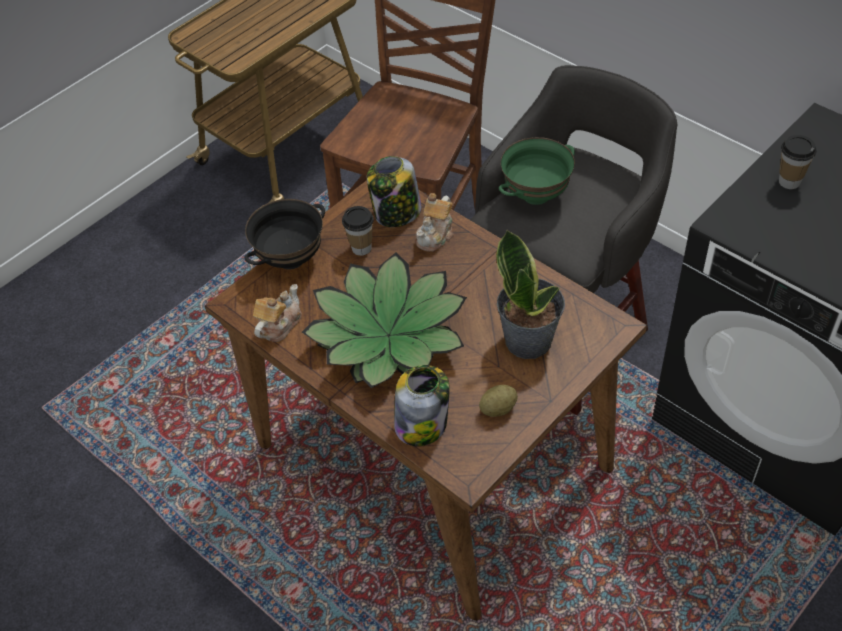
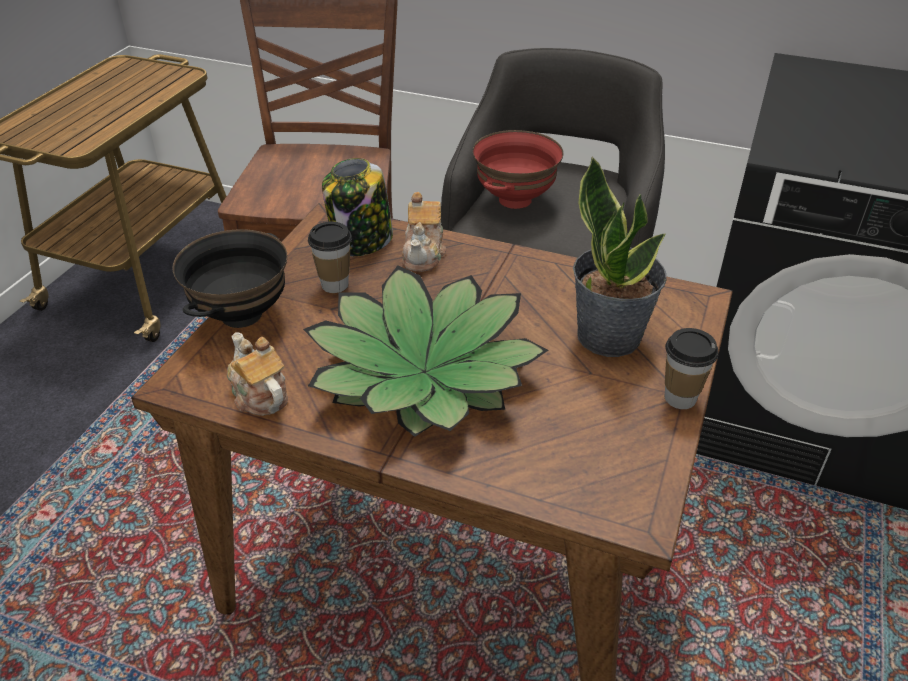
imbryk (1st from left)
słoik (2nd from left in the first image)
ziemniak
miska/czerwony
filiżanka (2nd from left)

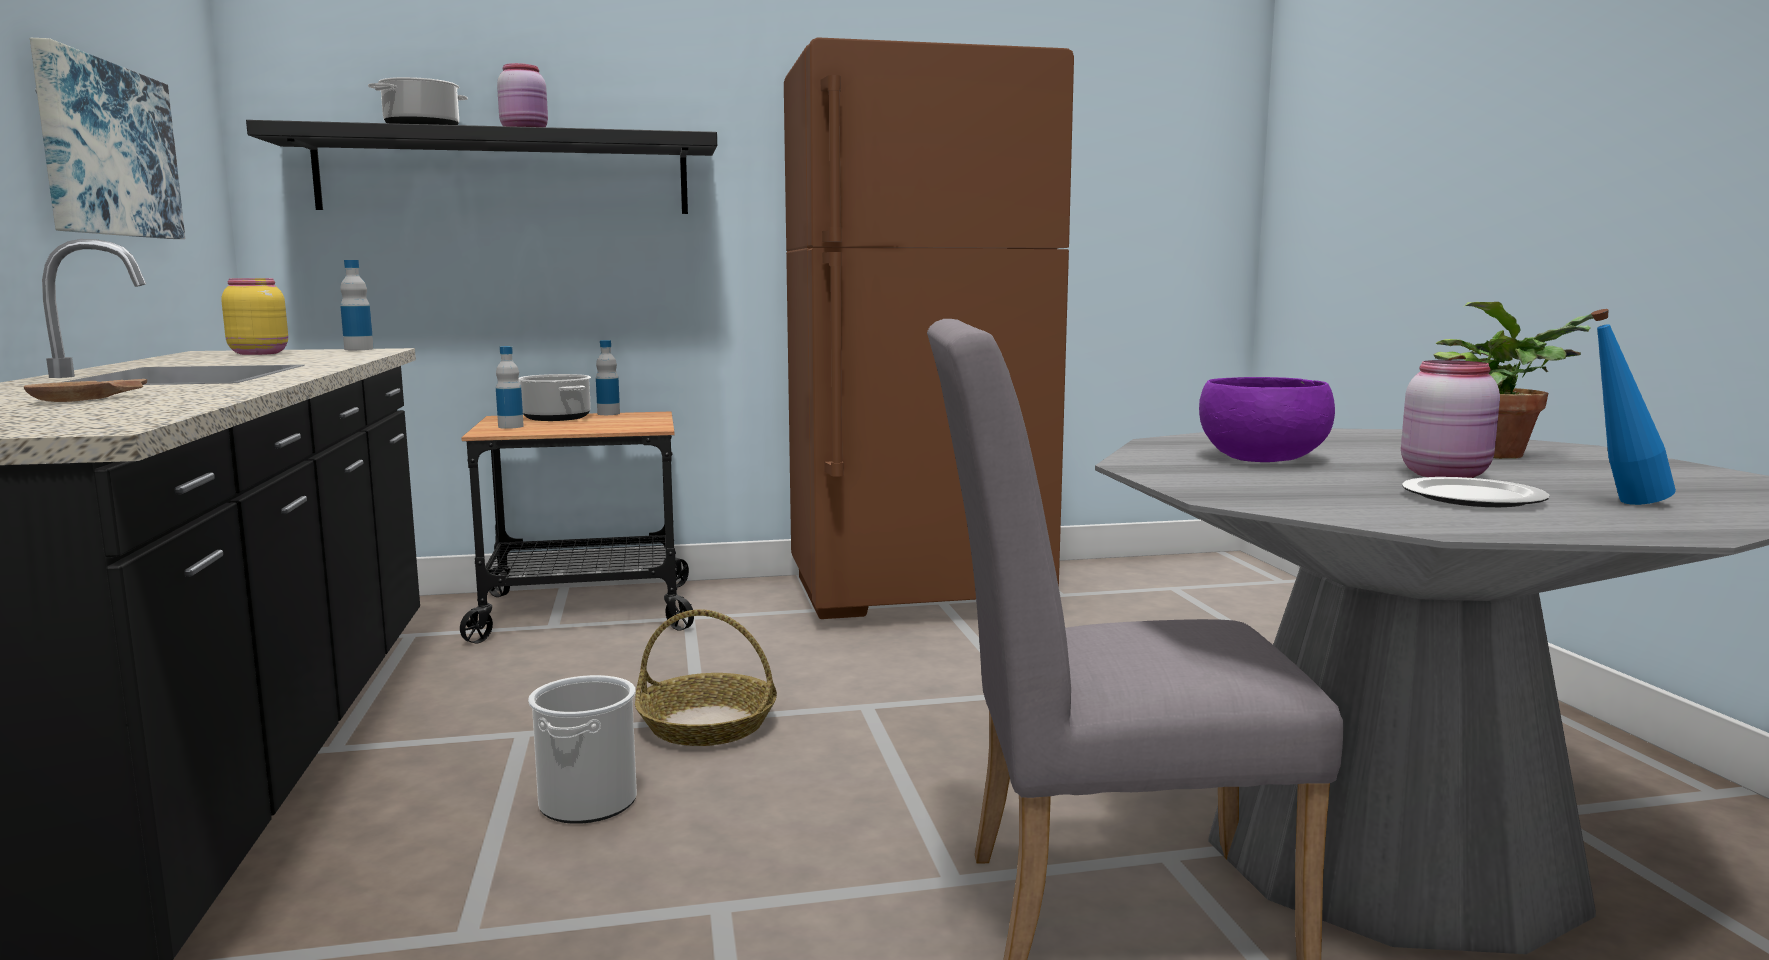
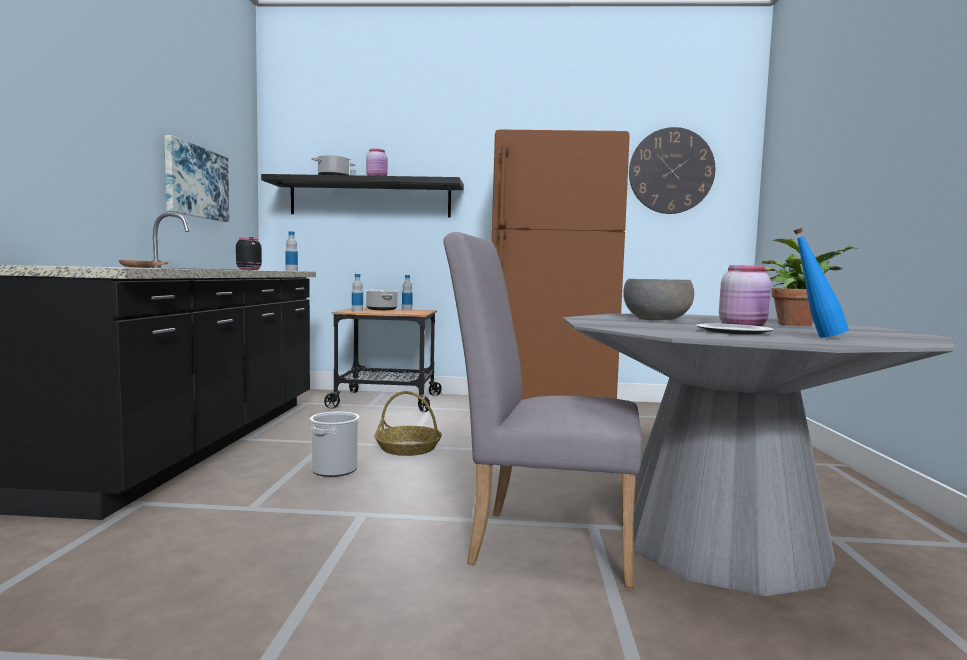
słoik/czarny
miska/szary
zegar ścienny

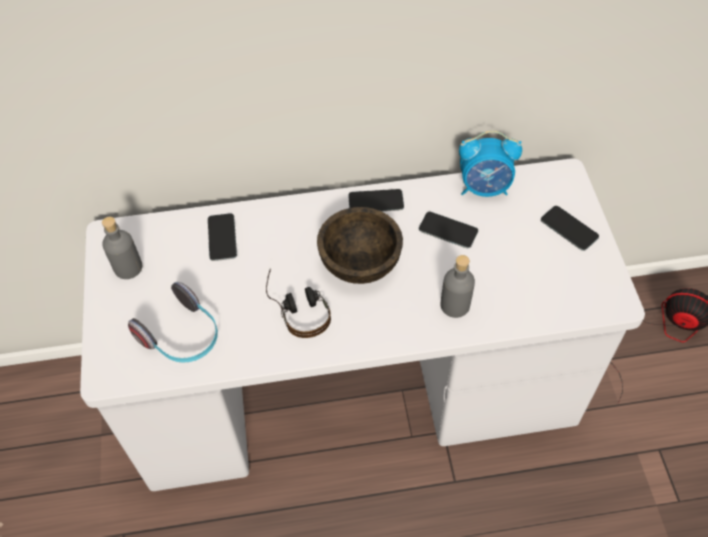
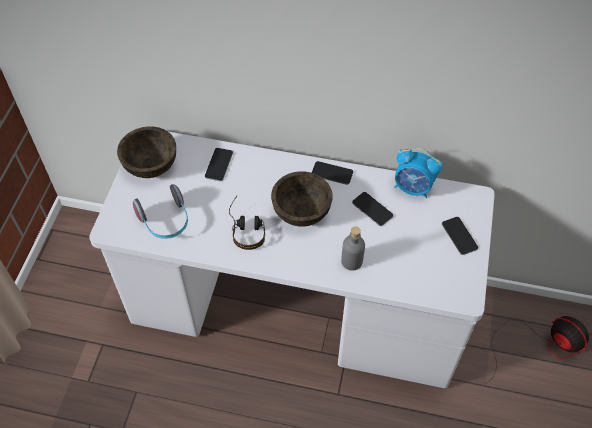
miska/brązowy (1st from left)

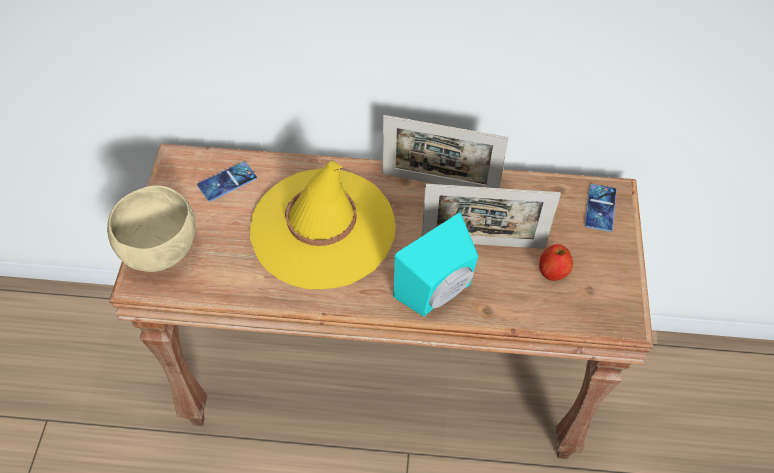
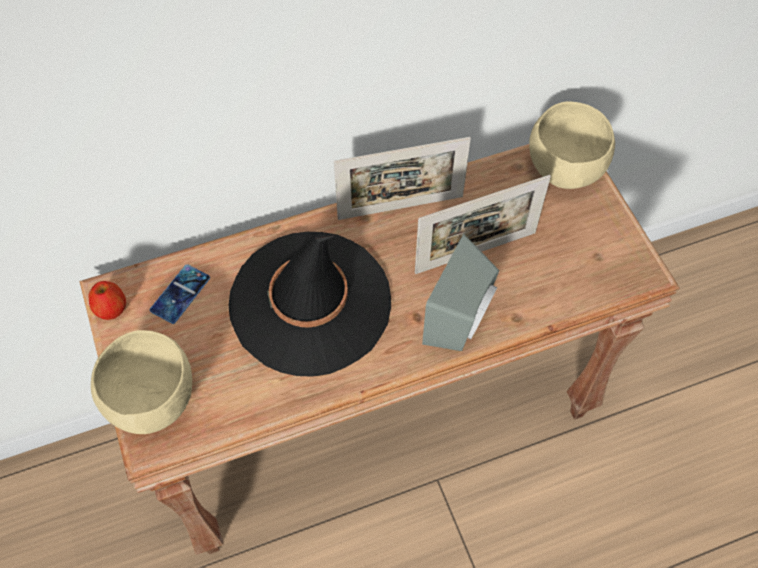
kapelusz/czarny
głośnik/szary
jabłko
miska/beżowy (2nd from left)

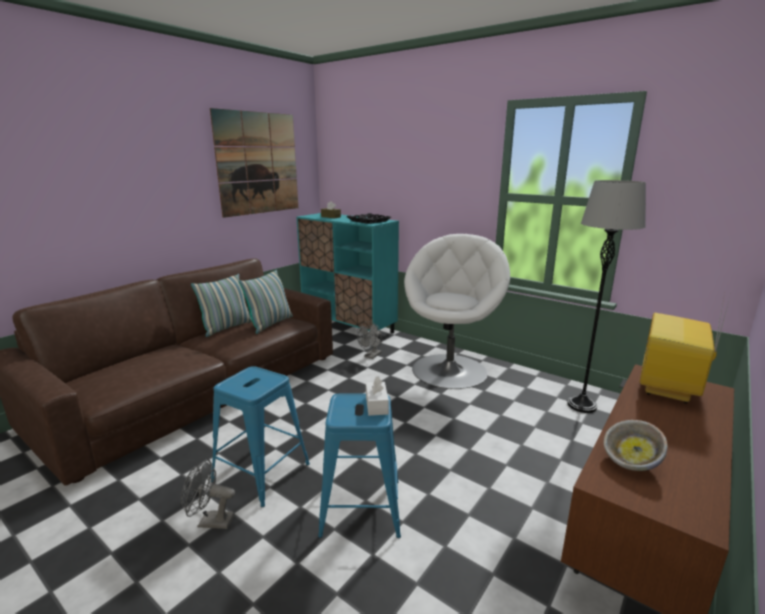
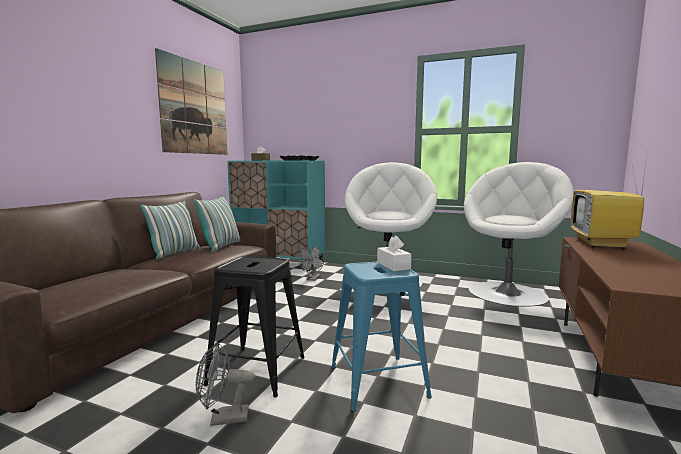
stołek/czarny
fotel/biały (2nd from left)
miska

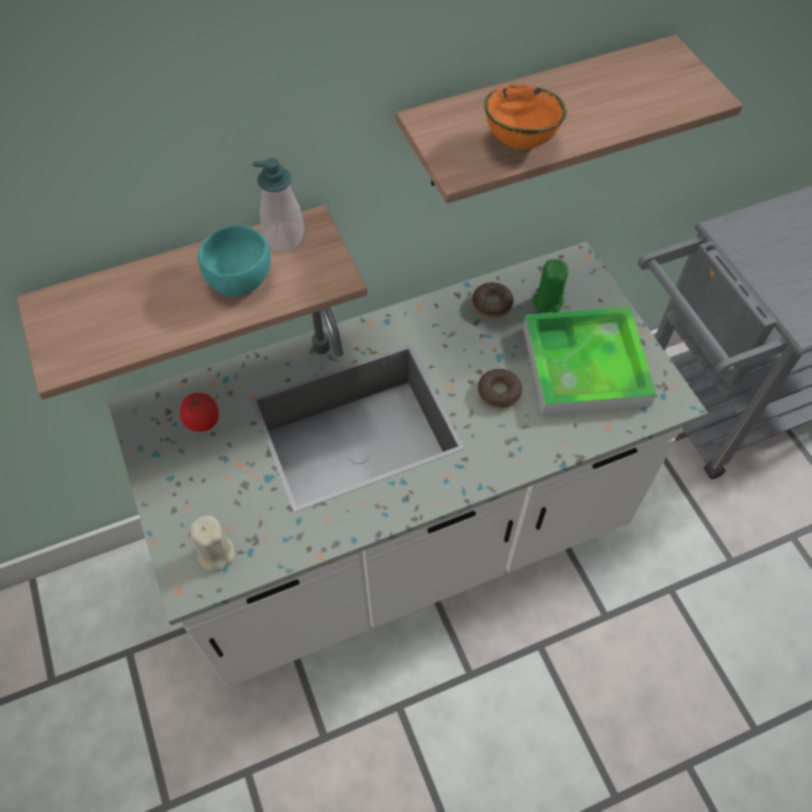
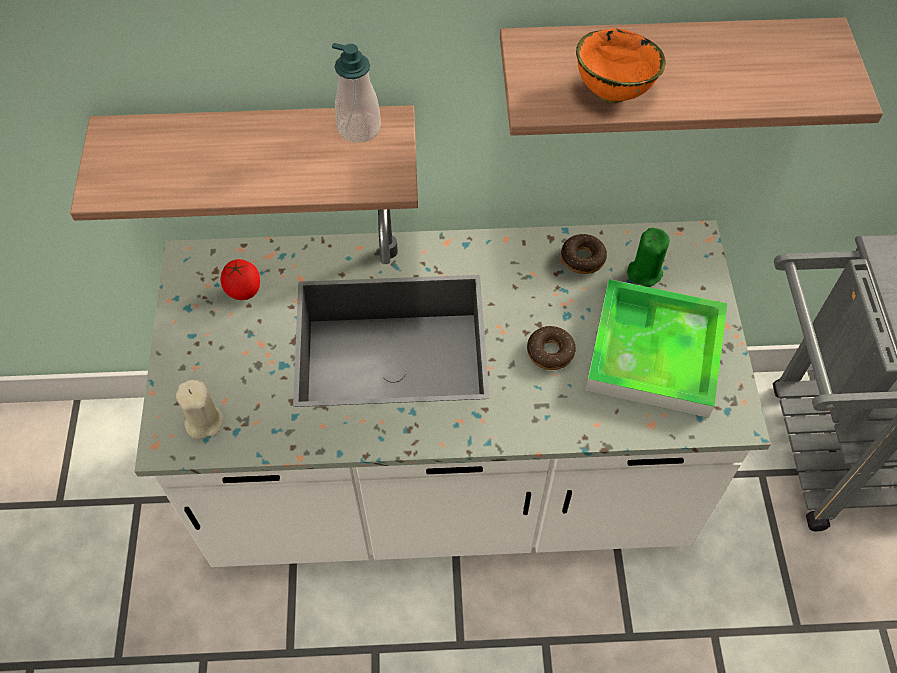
miska/turkusowy

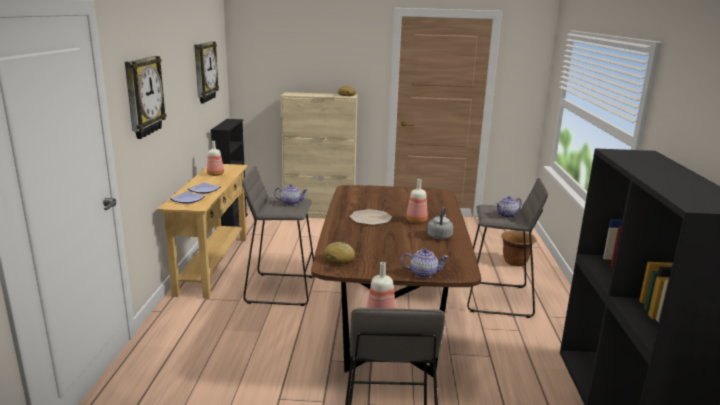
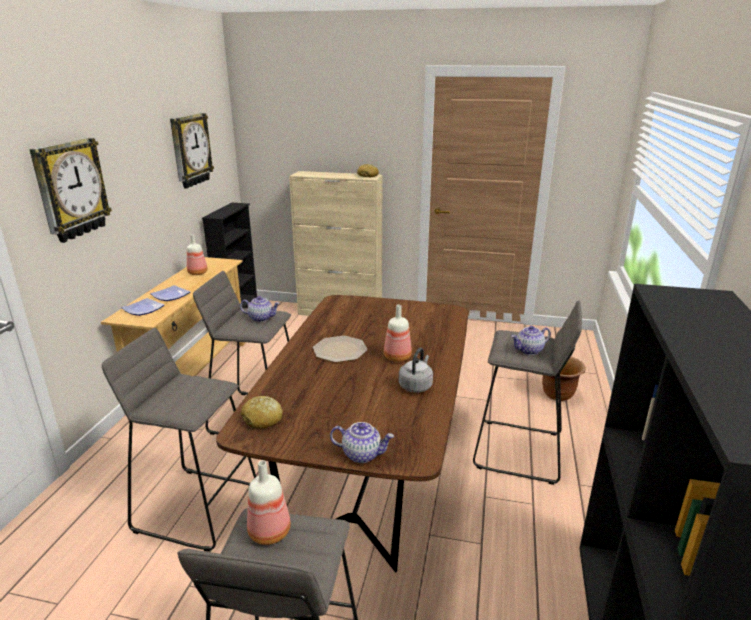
stołek/szary (1st from left)

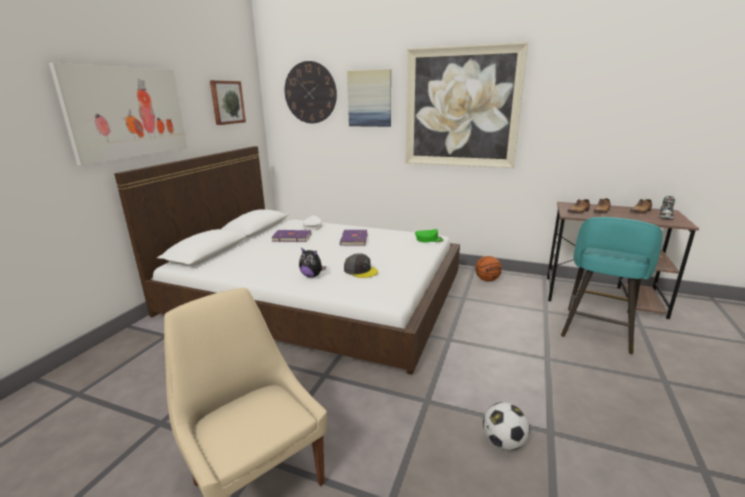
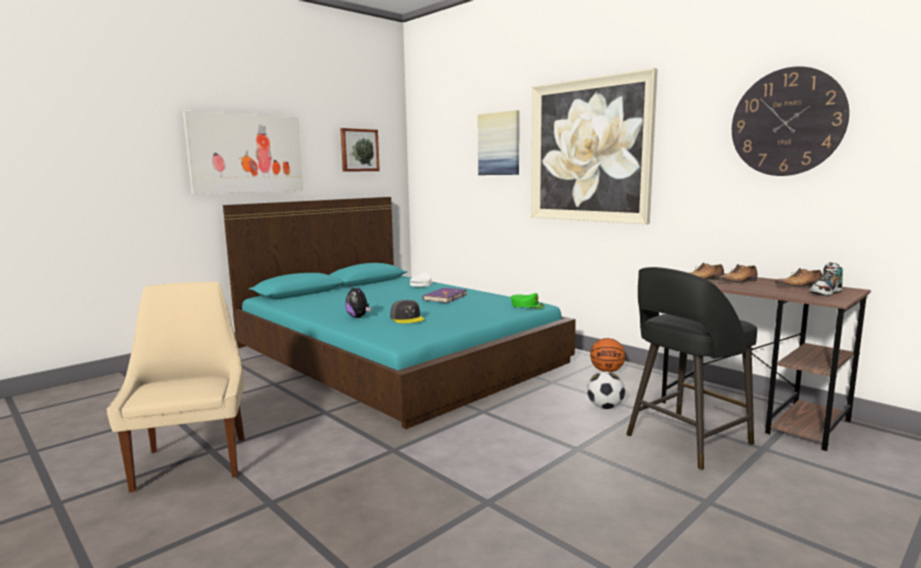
łóżko/turkusowy
książka/fioletowy (1st from left in the first image)
zegar ścienny
piłka futbolowa
stołek/czarny

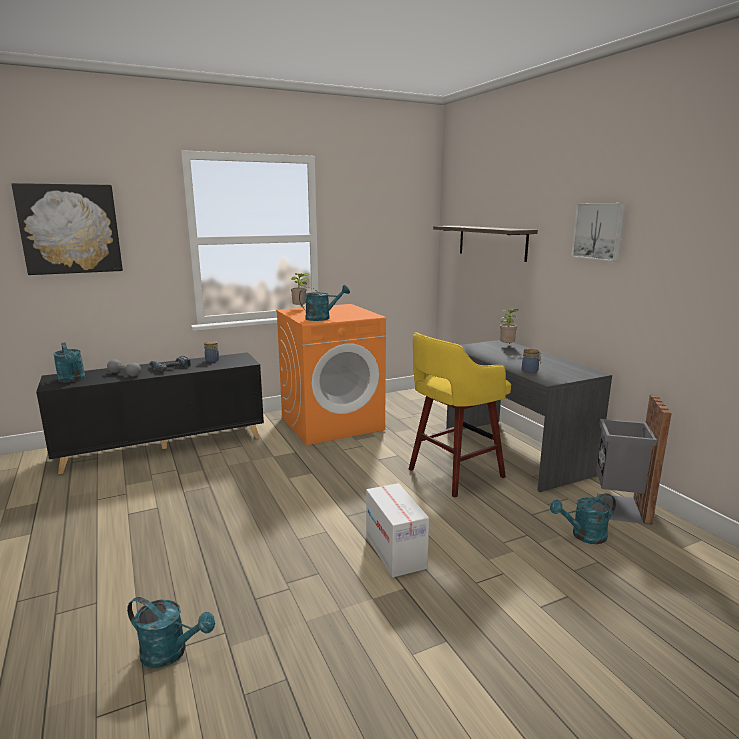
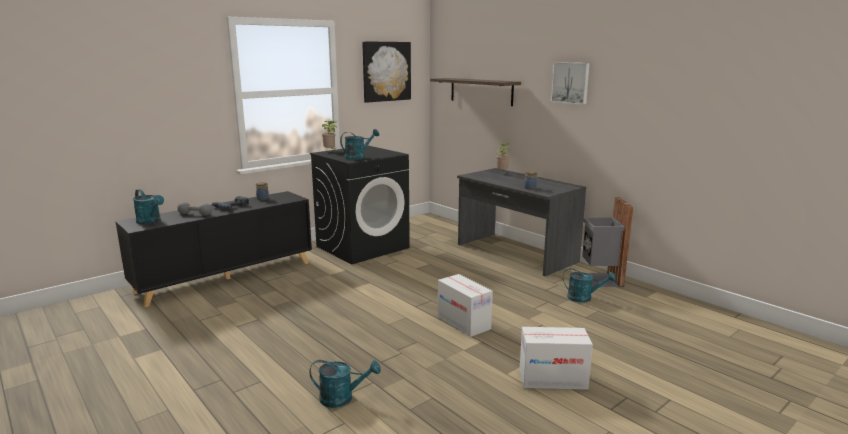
obraz (1st from left)
pralka/czarny
stołek/żółty
konewka/turkusowy (4th from left)
karton (2nd from left)

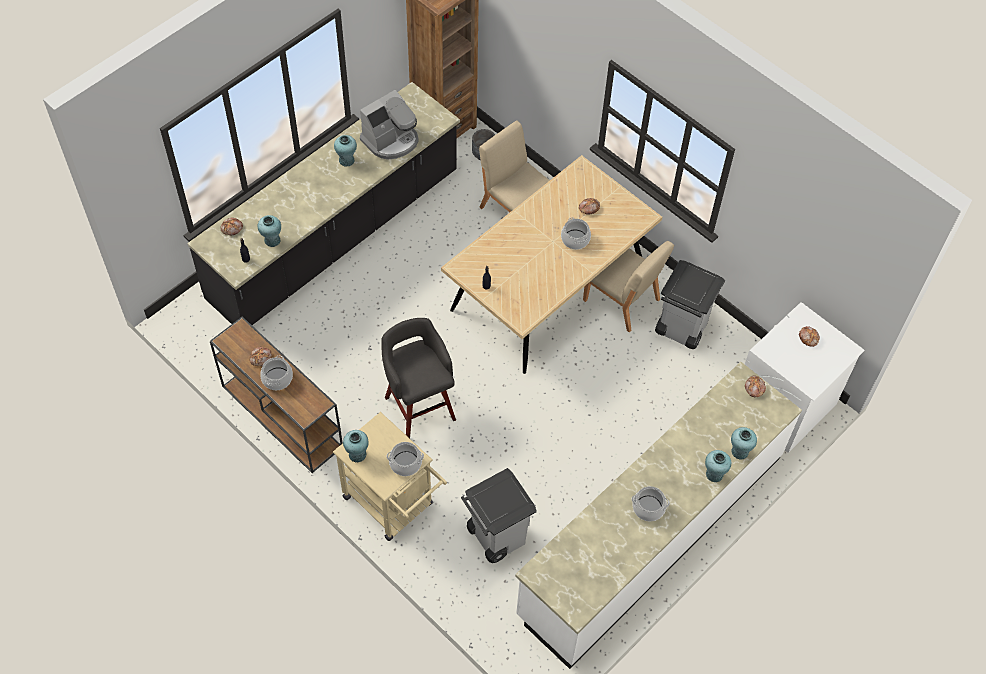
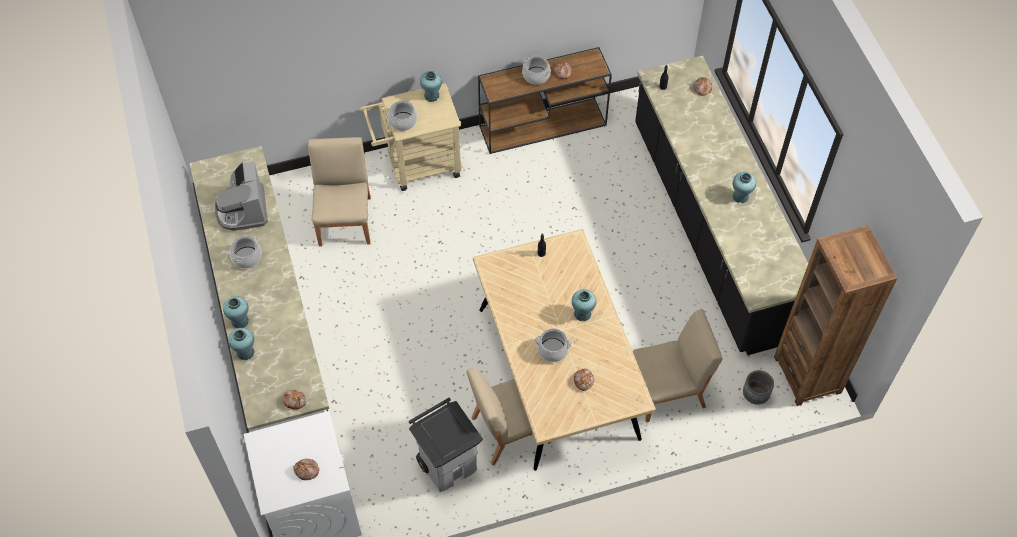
wazon/turkusowy (4th from left)
ekspres do kawy
stołek/szary
krzesło/beżowy (1st from left)

